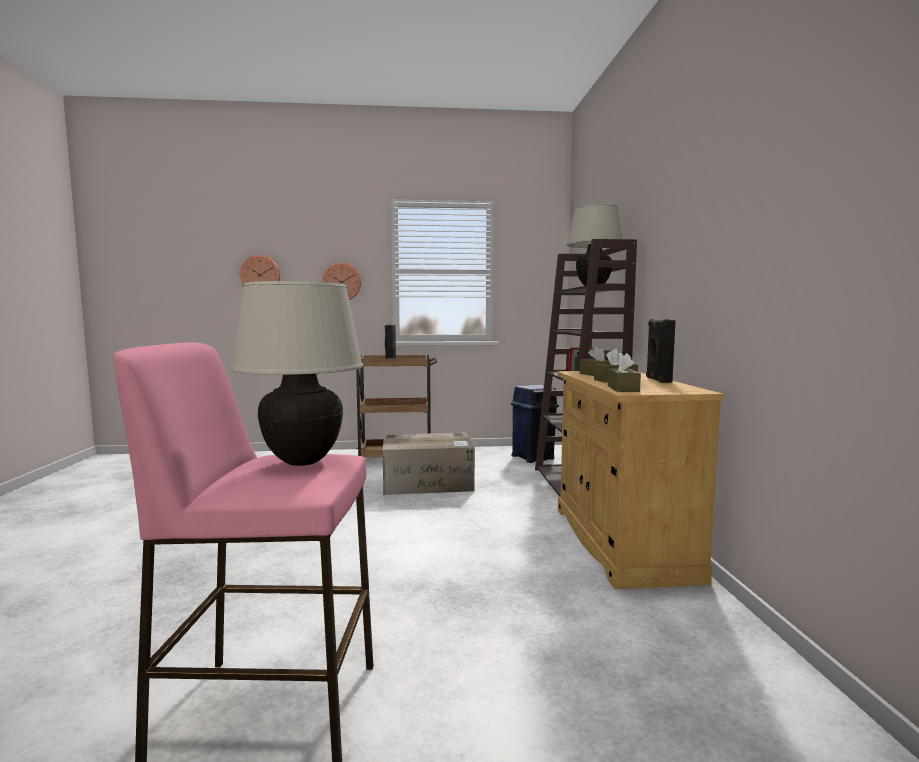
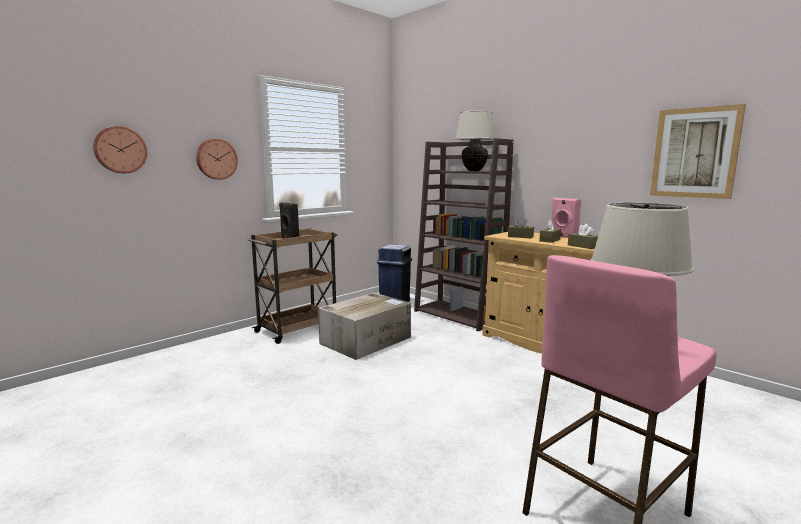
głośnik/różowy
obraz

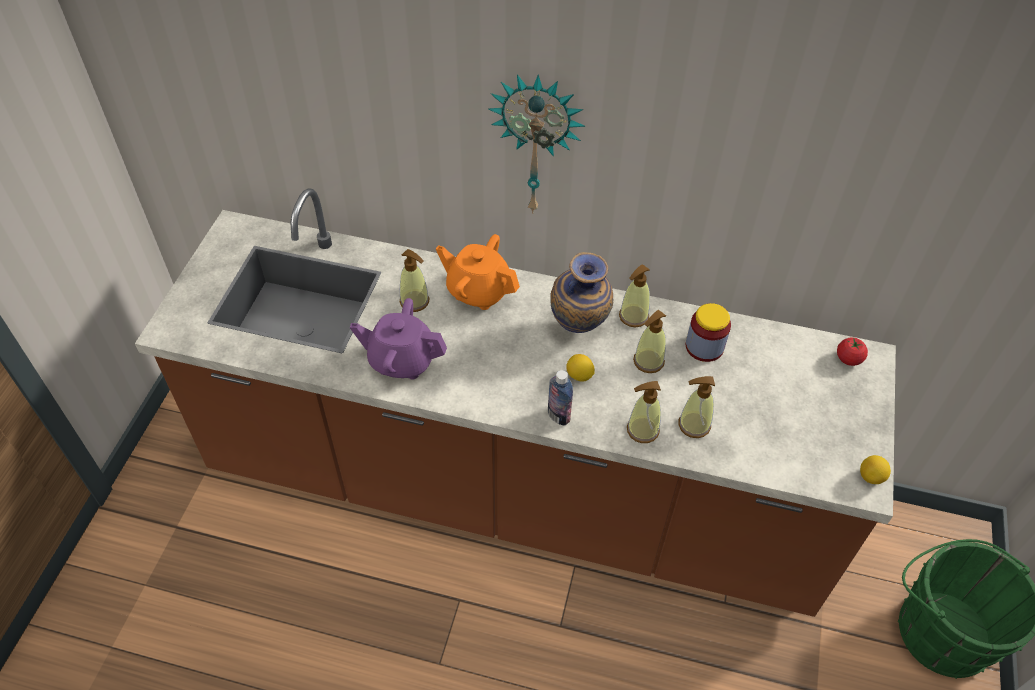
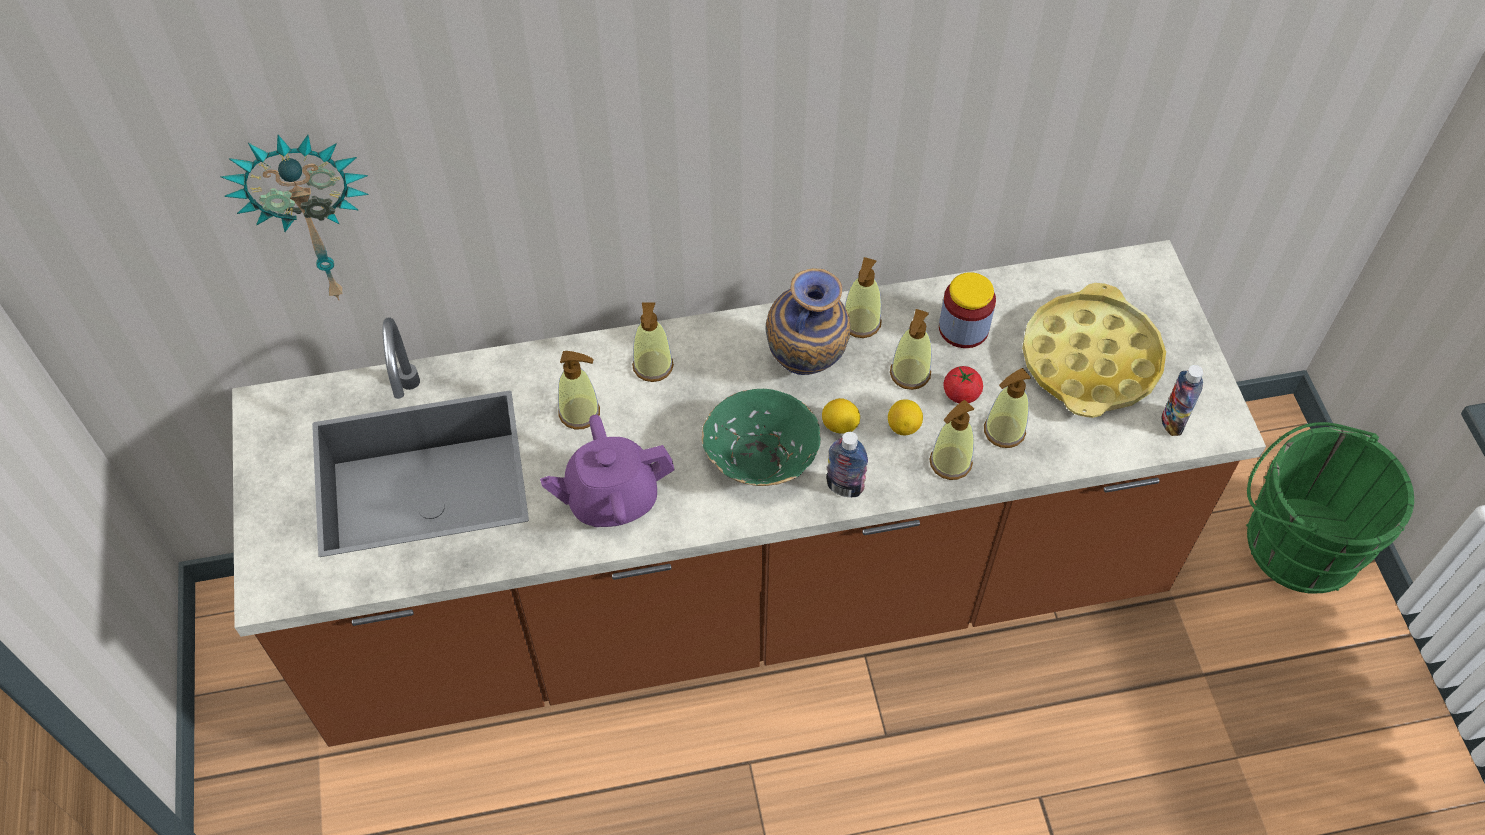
dozownik mydła (2nd from left)
zegar ścienny
pomidor
cytryna (2nd from left)
miska/zielony
taca/żółty
butelka (2nd from left)

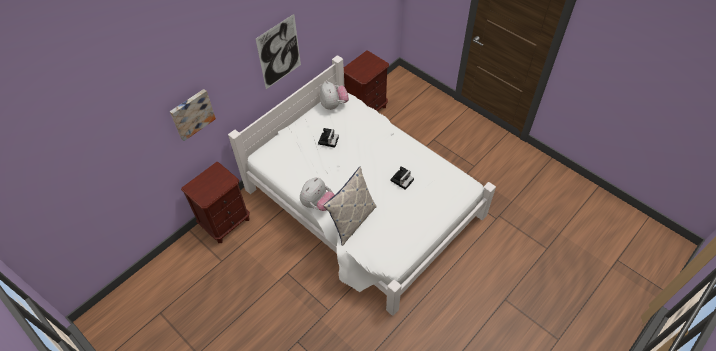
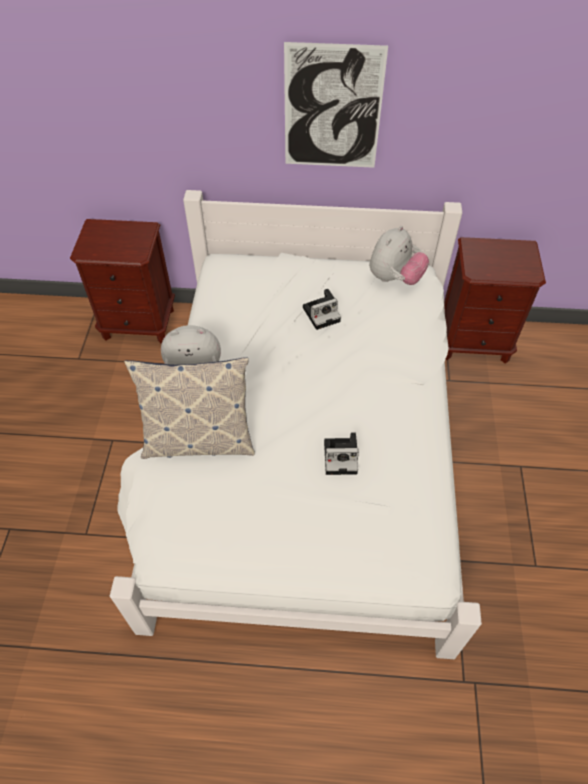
obraz (1st from left in the first image)

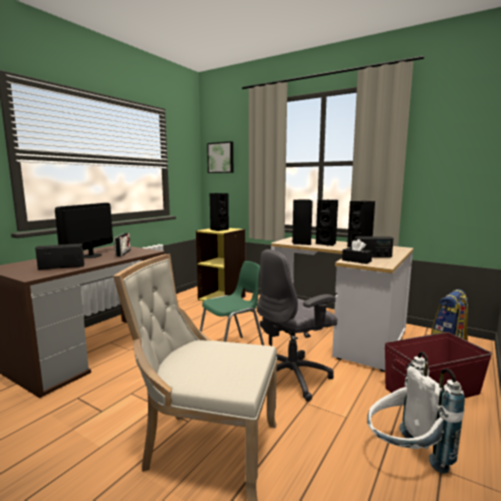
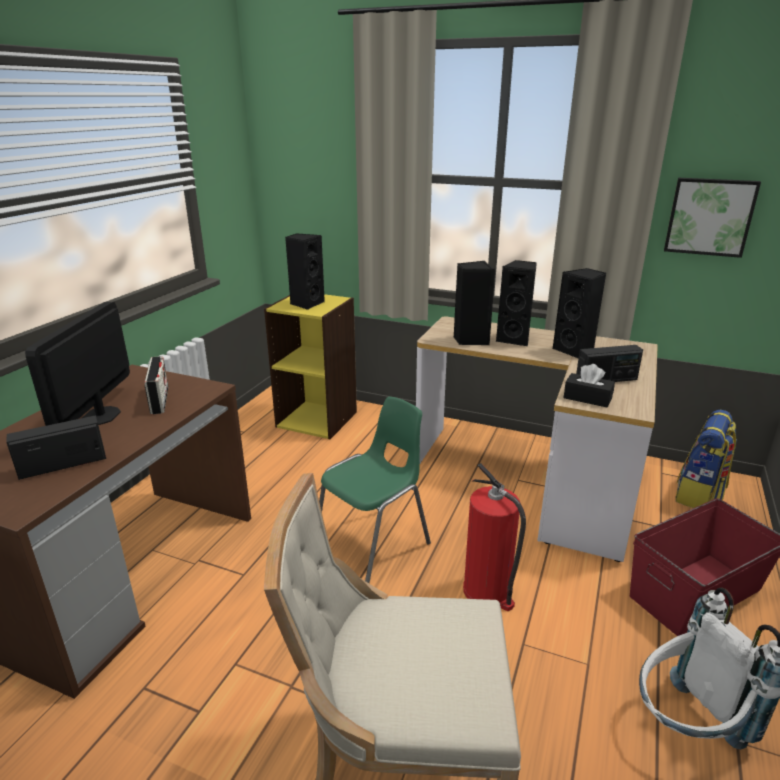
obraz
gaśnica

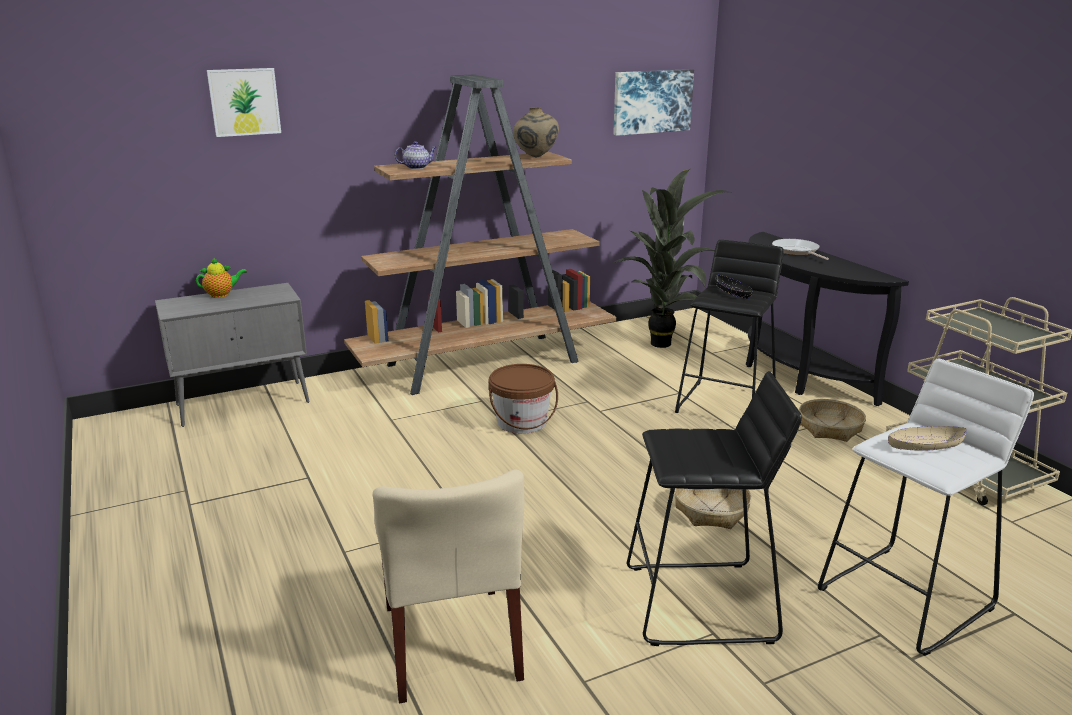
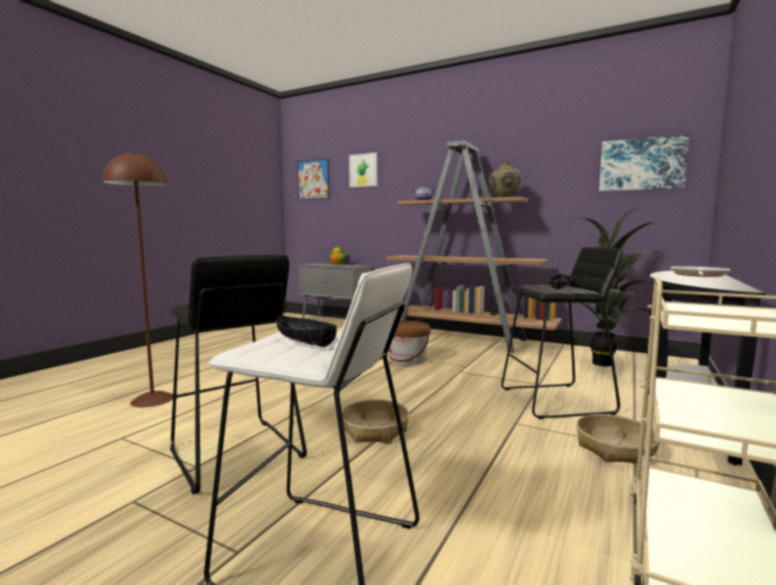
lampa stojąca/brązowy
miska/czarny (1st from left)
obraz (1st from left)

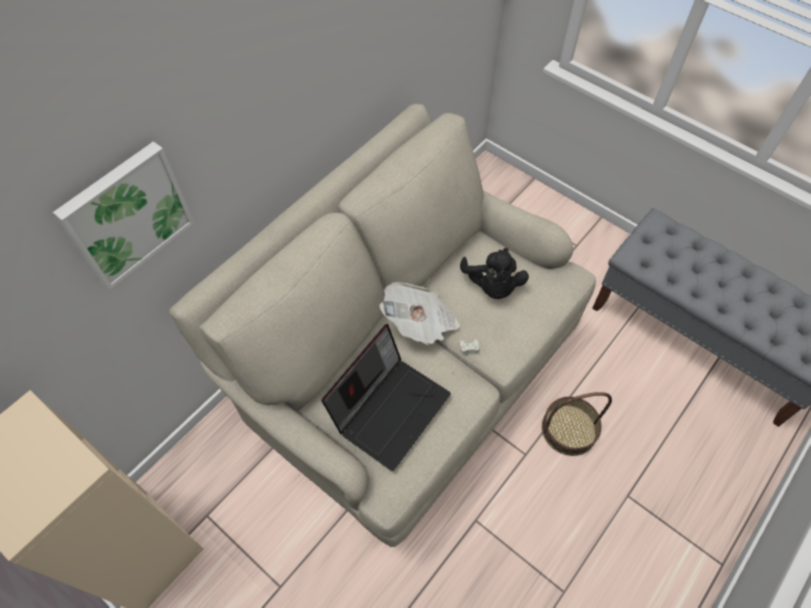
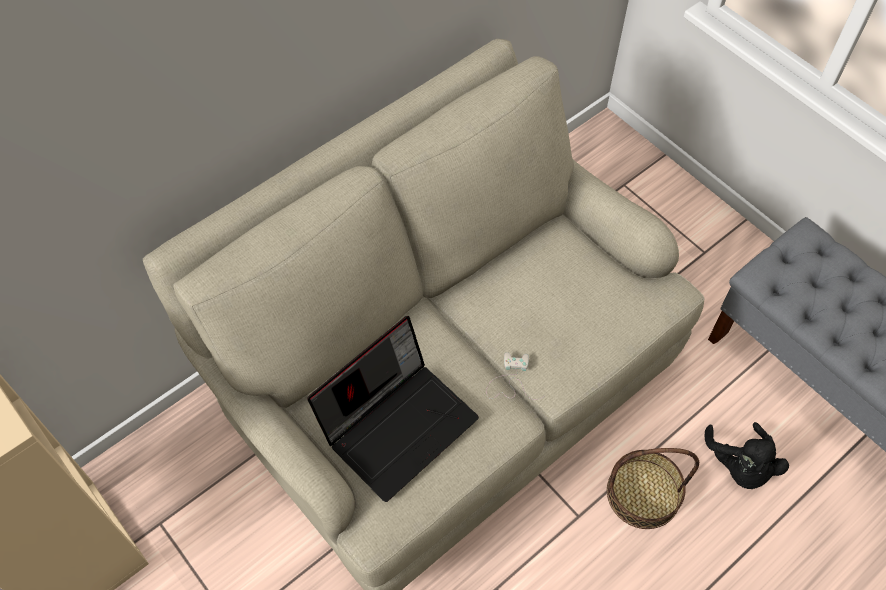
obraz
gazeta
pluszak/czarny

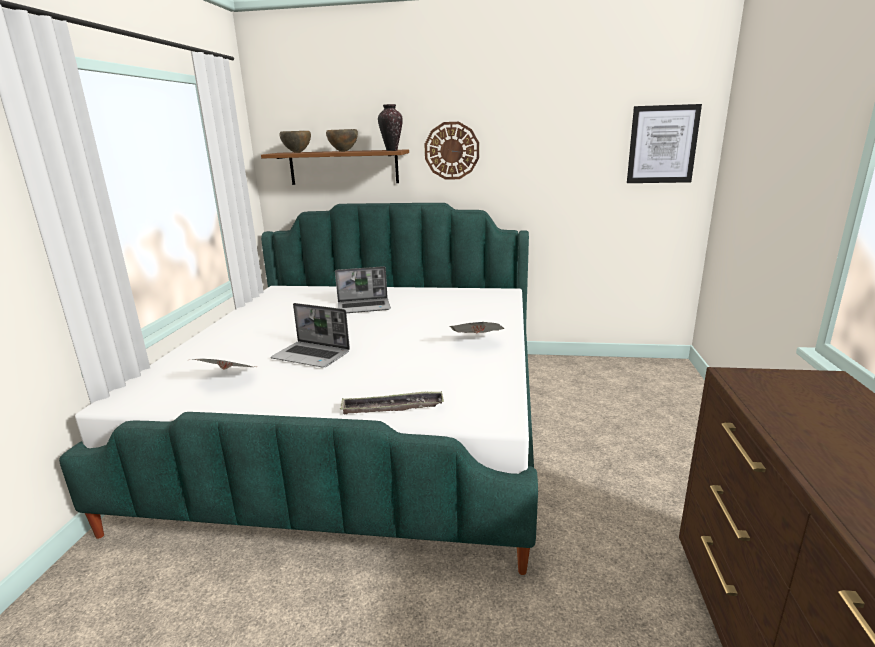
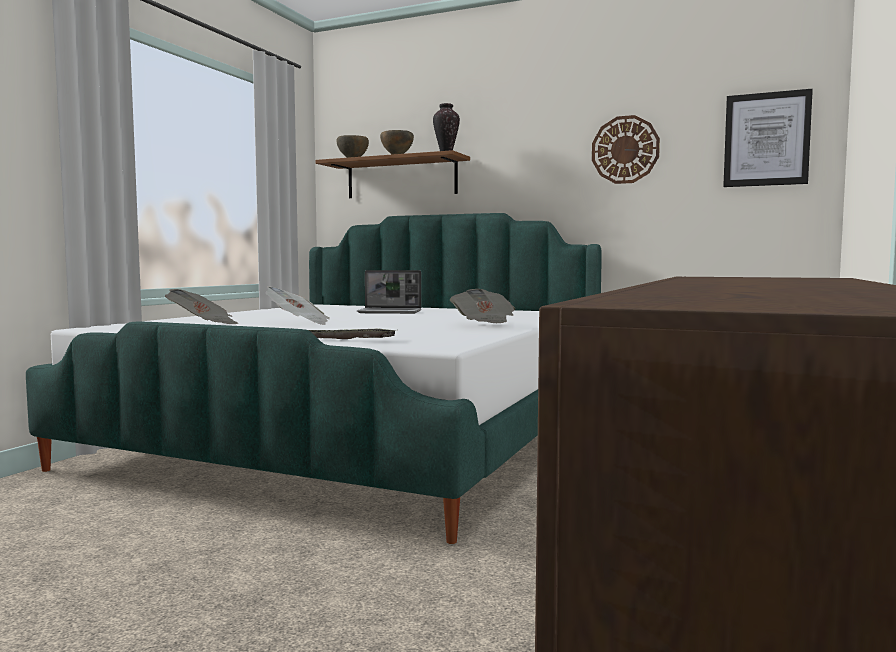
gazeta (2nd from left)
zegar ścienny

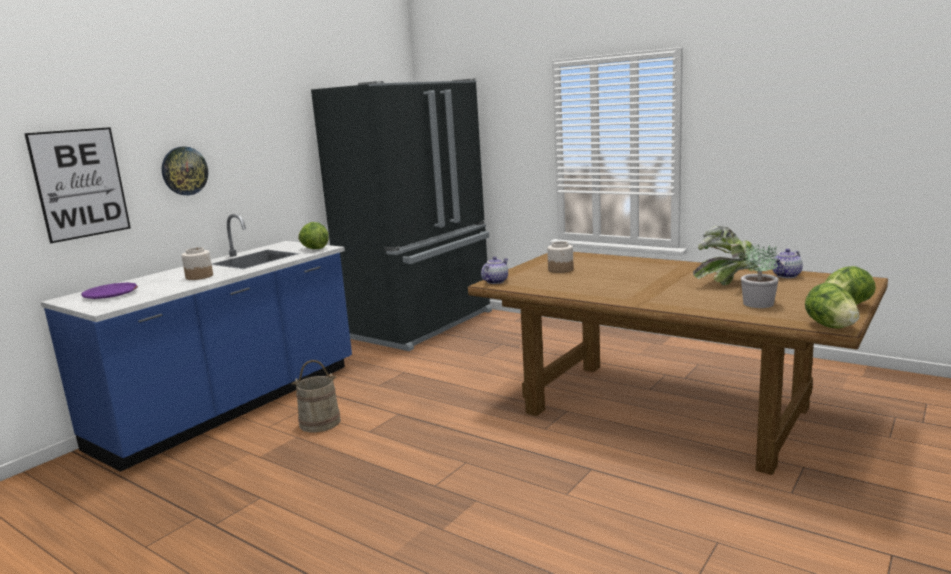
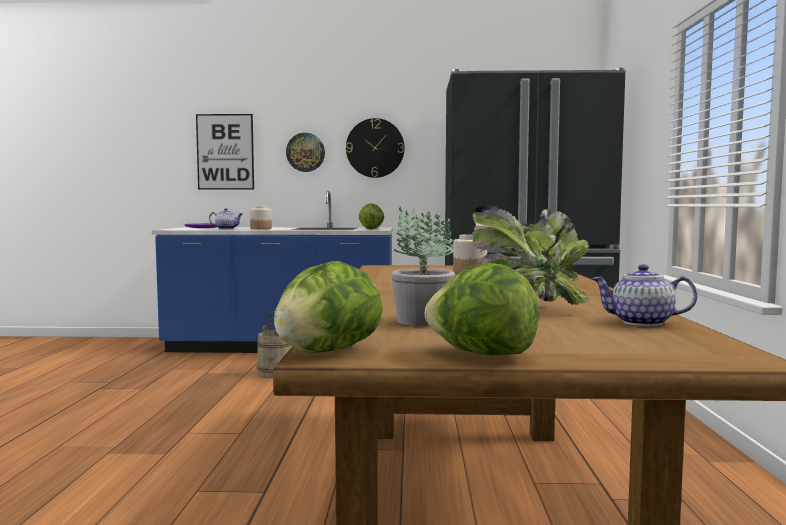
imbryk (1st from left)
zegar ścienny (2nd from left)

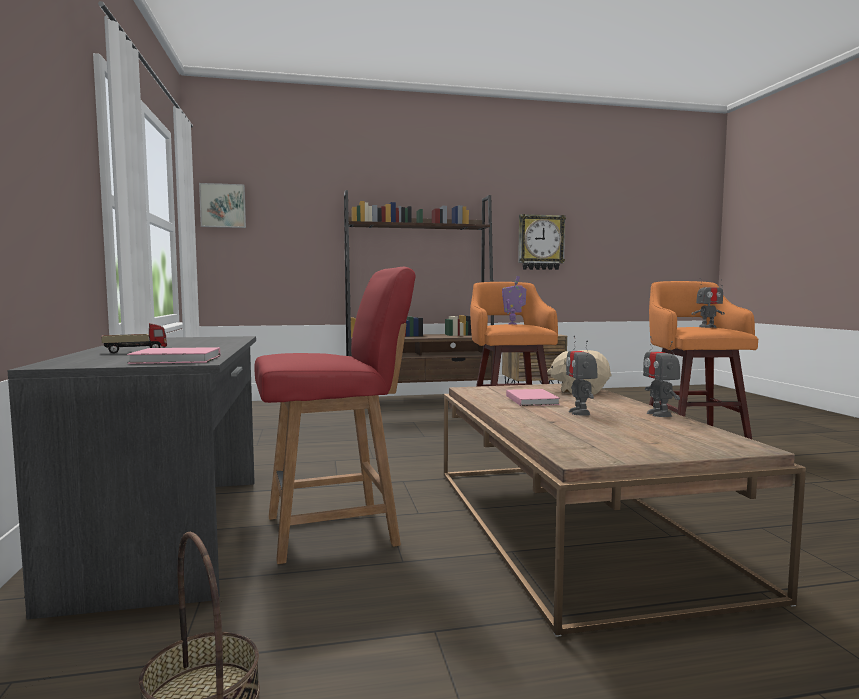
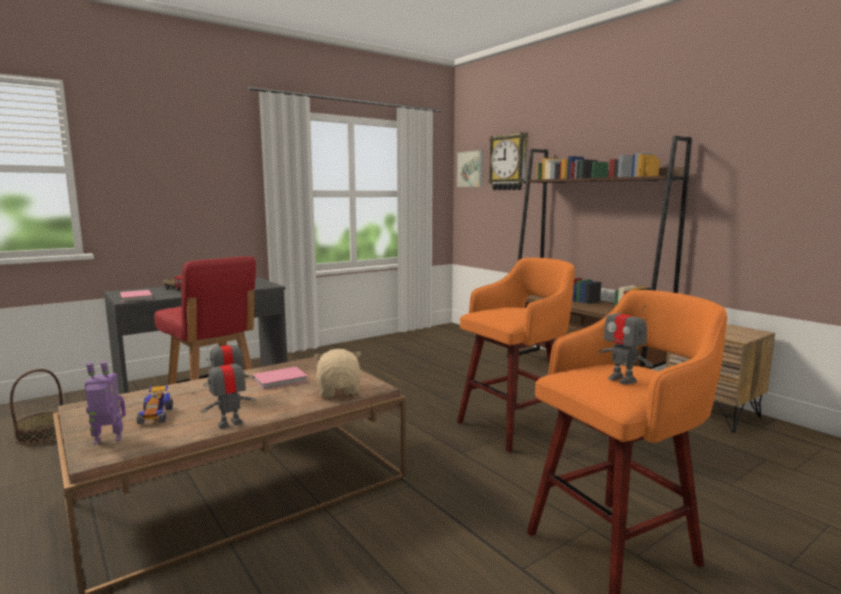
robot zabawkowy (1st from left)
zegar ścienny
samochodzik

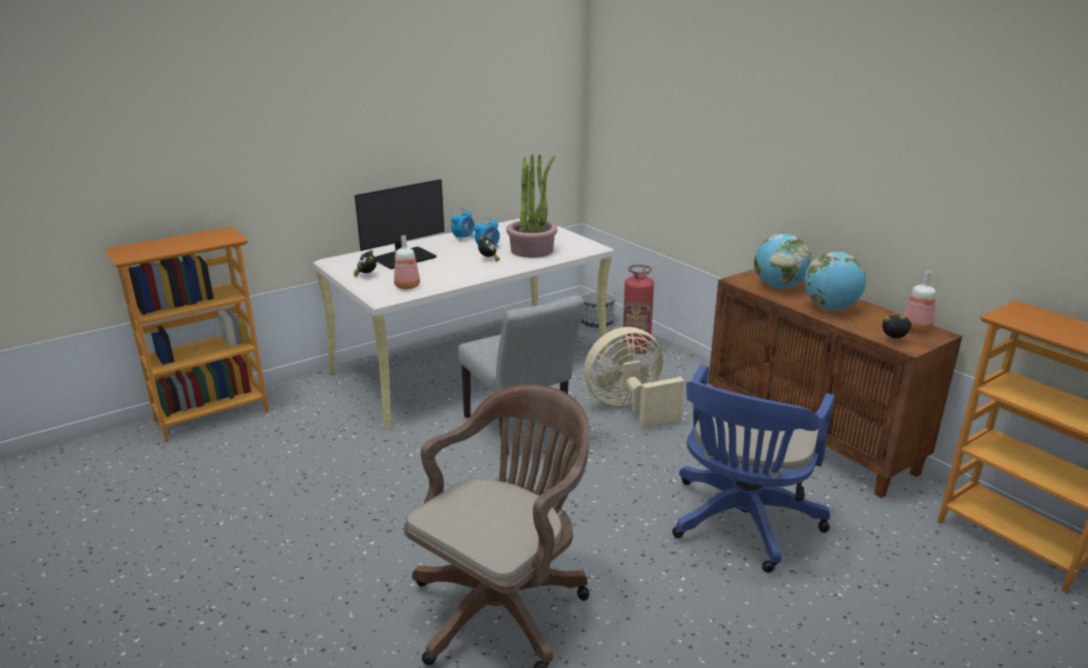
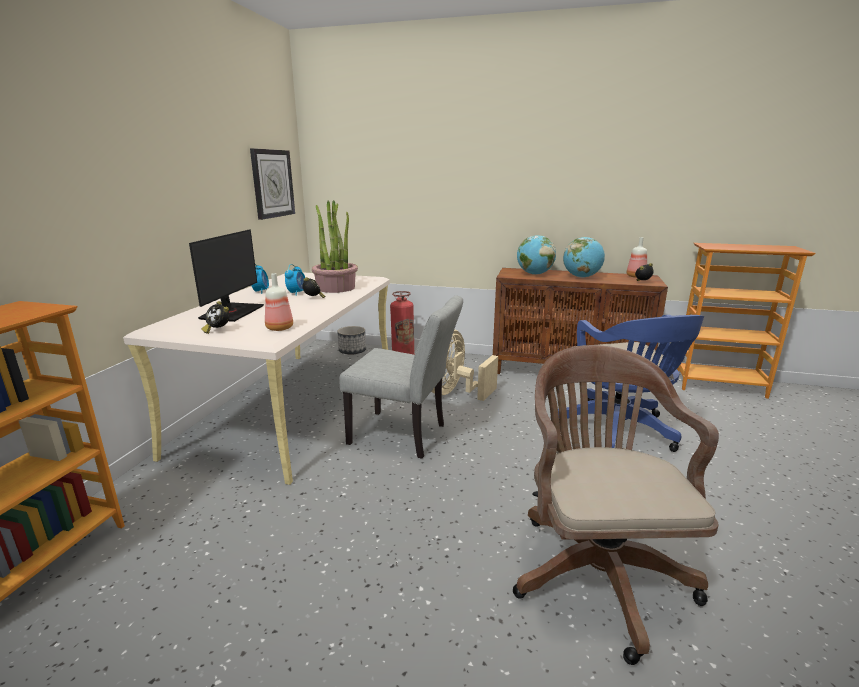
zegar ścienny

